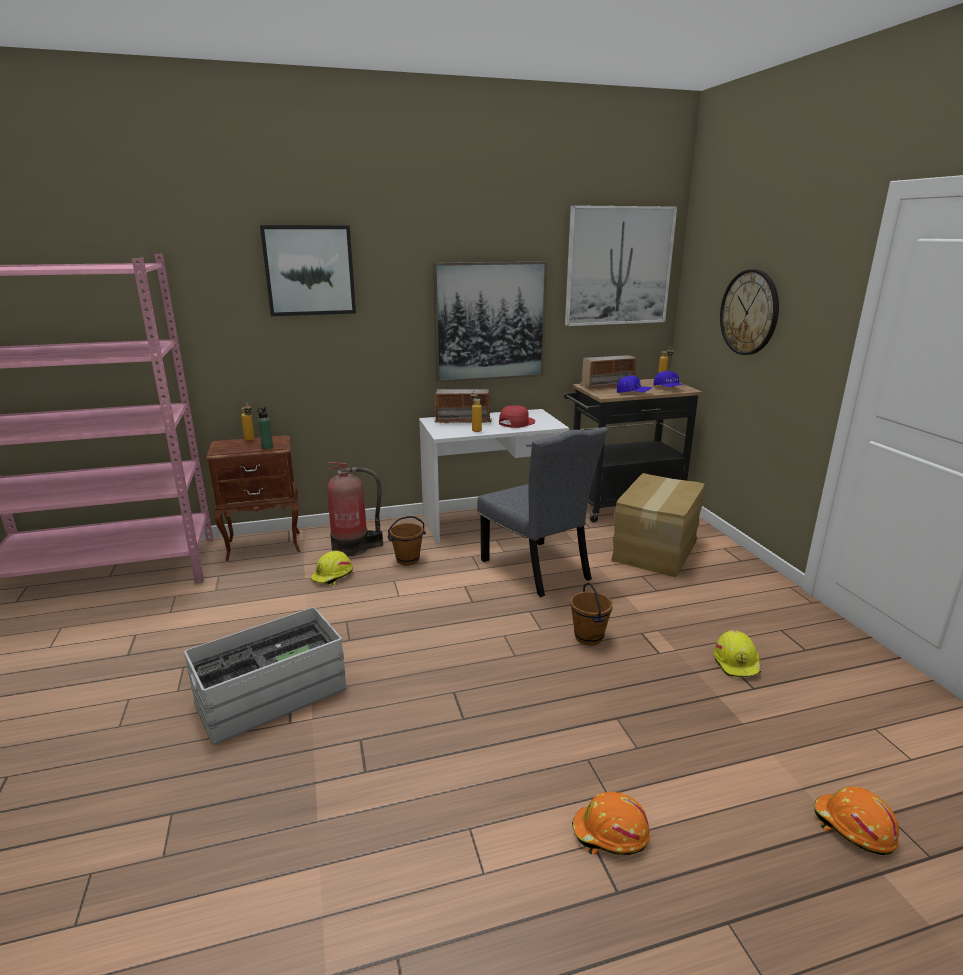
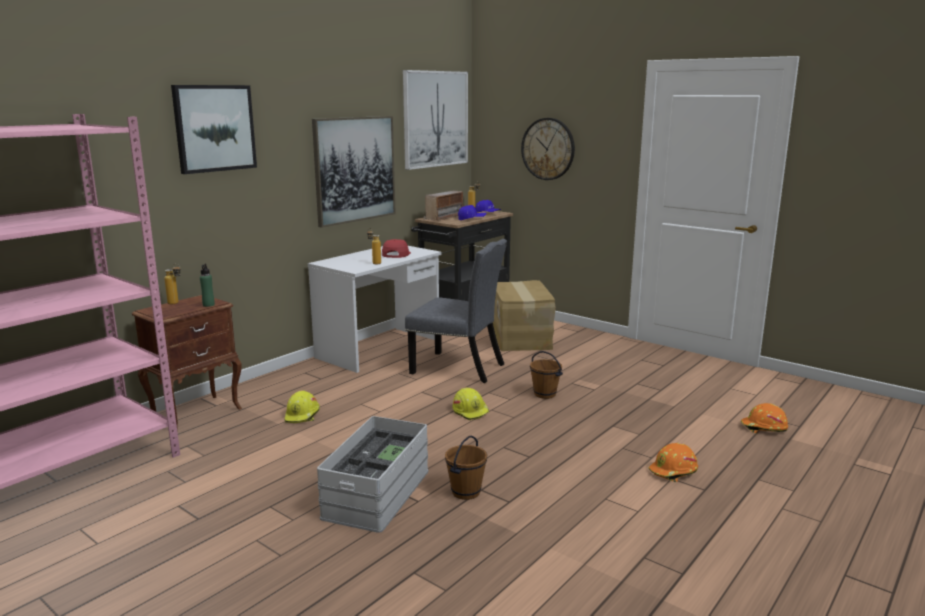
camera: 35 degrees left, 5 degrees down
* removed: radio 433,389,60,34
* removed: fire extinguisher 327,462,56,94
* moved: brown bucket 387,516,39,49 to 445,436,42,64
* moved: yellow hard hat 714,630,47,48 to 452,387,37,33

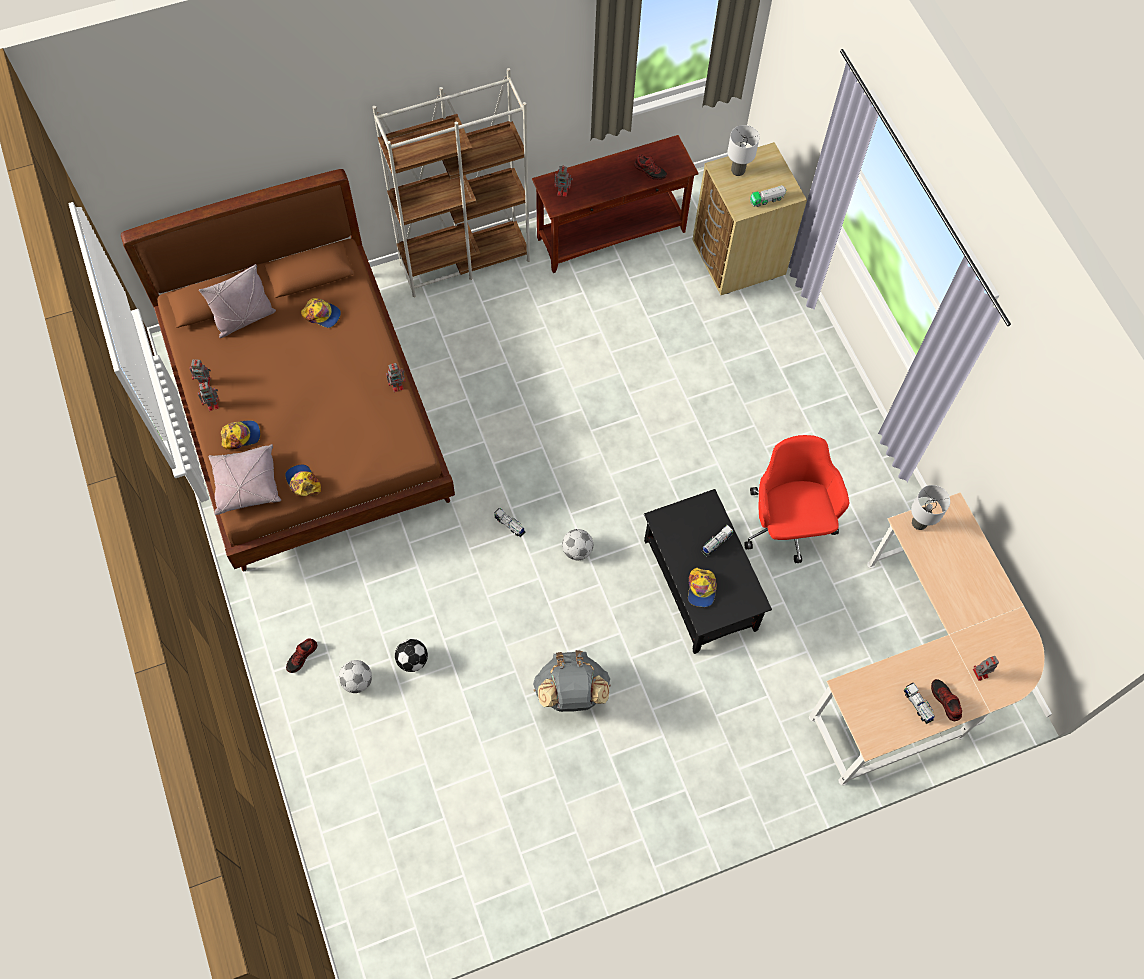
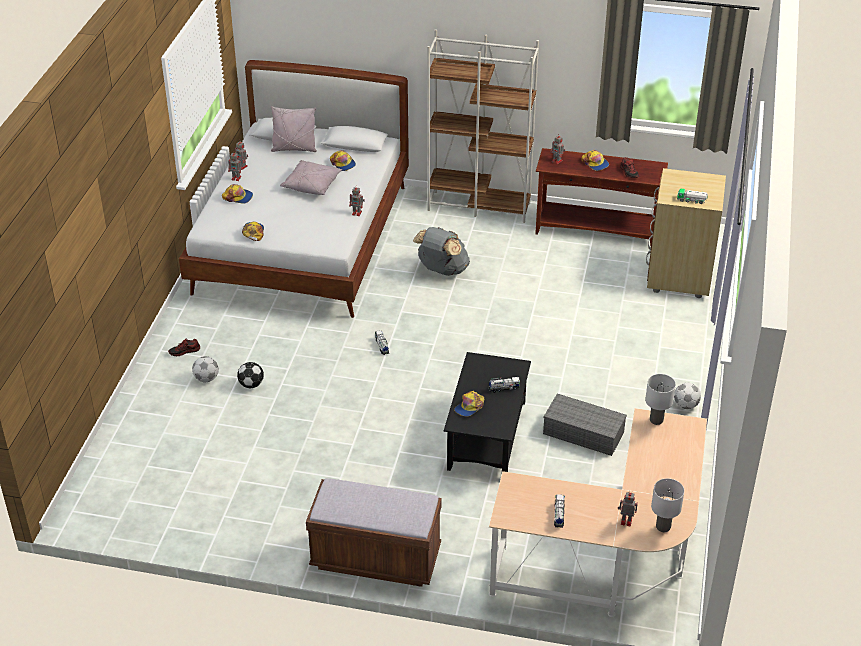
camera: 35 degrees right, 25 degrees down
* moved: white table lamp 727,125,33,51 to 651,478,33,54
* recoloured: brown bed 121,169,334,402 to white bed 179,60,230,258
* replaced: red office chair 744,435,105,128 to grey storage box 543,394,84,62
* moved: purple pillow 209,444,72,71 to 280,160,62,35
* moved: football 562,529,31,31 to 674,383,27,26
* moved: grey backpack 533,650,77,62 to 413,227,57,49
* removed: shoe 931,679,31,42
* added: cap 581,150,28,21
* added: brown bench 306,478,136,109

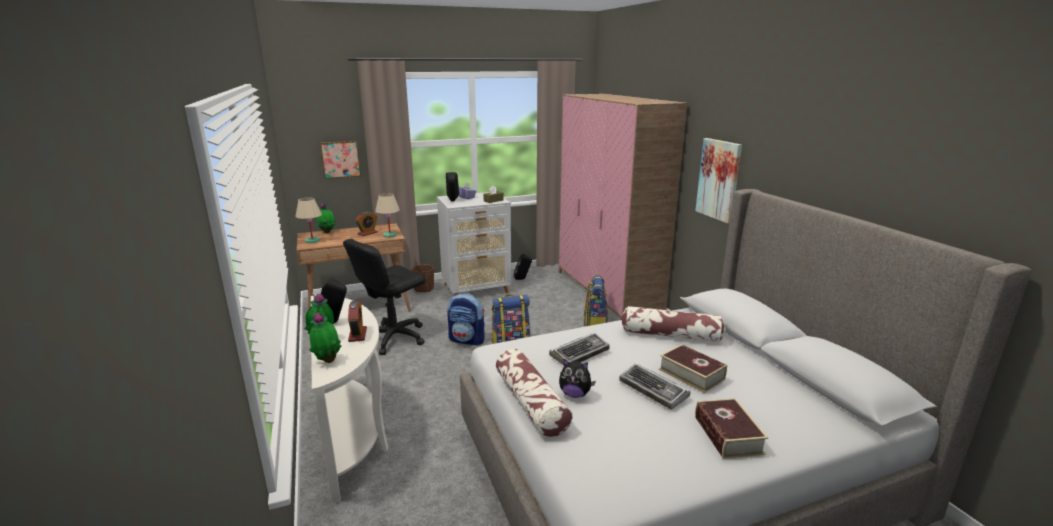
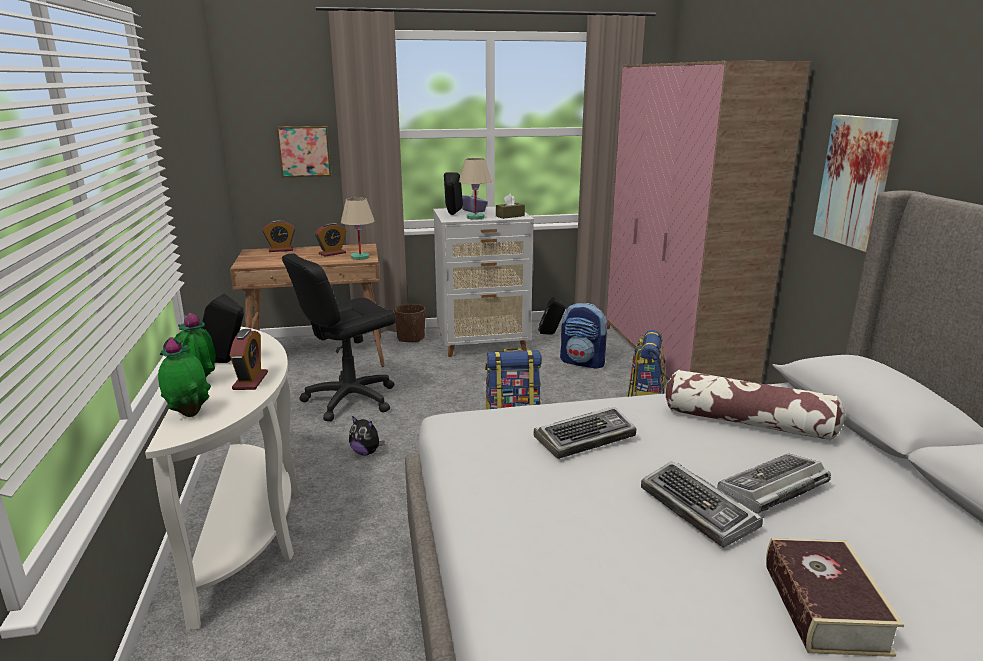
camera: 10 degrees right, 0 degrees up
* moved: beige table lamp 295,197,27,46 to 459,158,33,62
* replaced: potted plant 317,203,19,30 to alarm clock 263,220,32,32
* moved: backpack 447,293,38,53 to 560,303,49,66
* replaced: book 659,344,68,49 to keyboard 717,454,114,60
* removed: pillow 496,349,77,88
* moved: plush toy 559,359,37,39 to 349,416,36,39

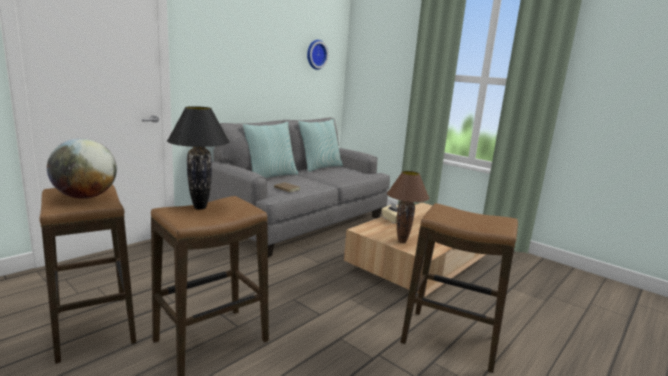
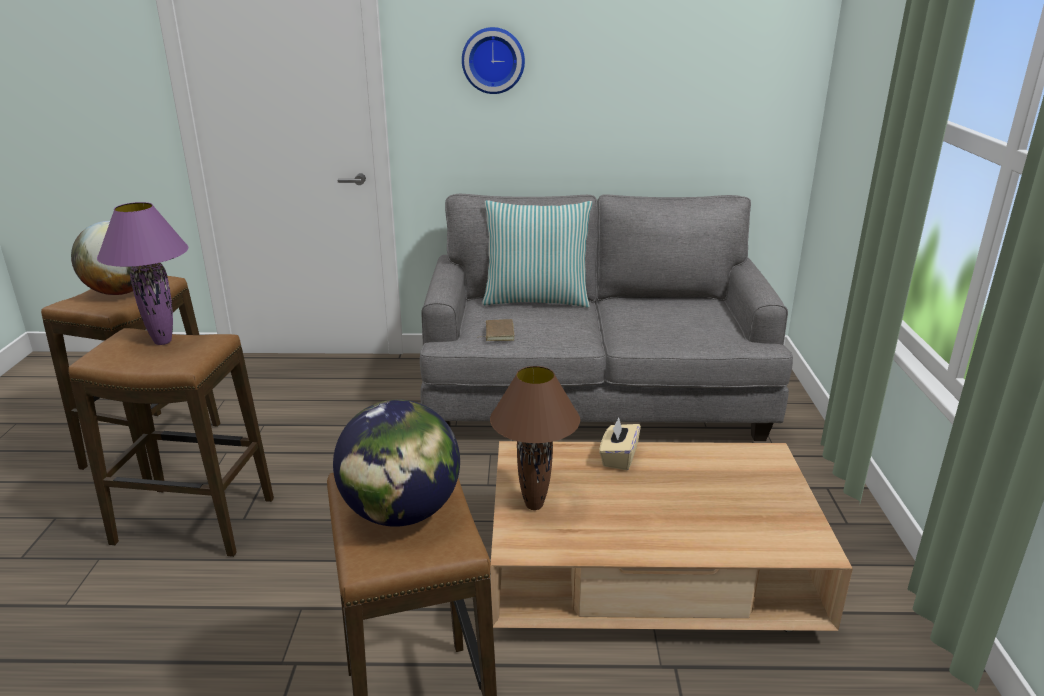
camera: 50 degrees right, 10 degrees up
* moved: wall clock 307,40,21,30 to 462,27,63,67
* recoloured: black table lamp 167,106,63,104 to purple table lamp 97,202,91,143
* removed: pillow 298,119,45,53
* added: globe 333,399,127,128

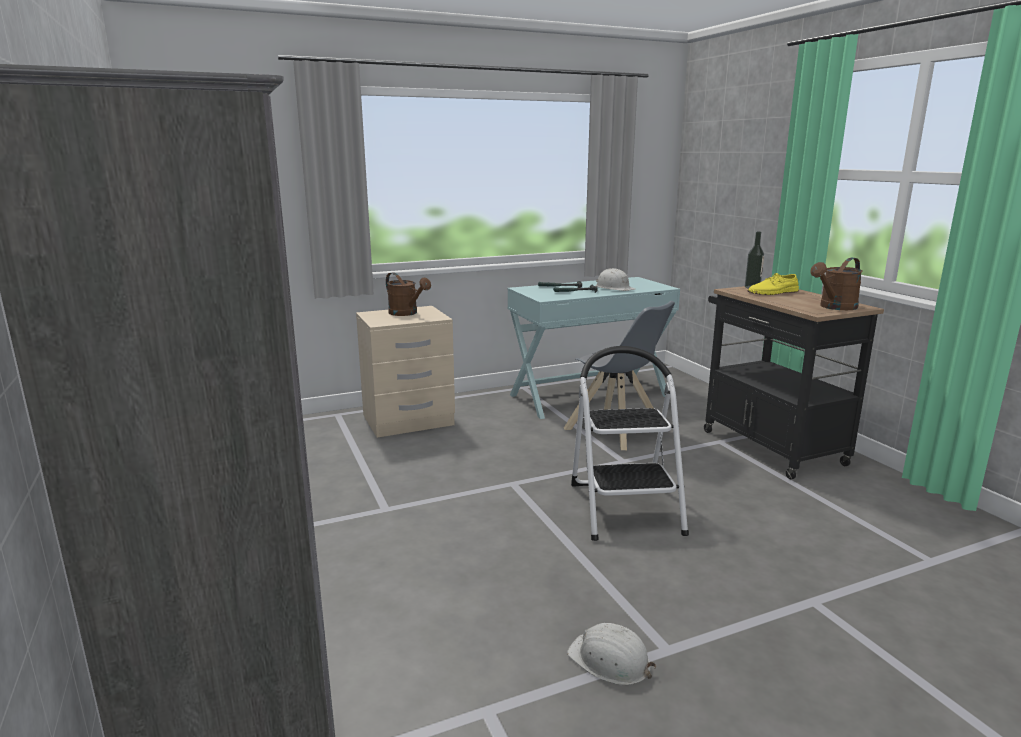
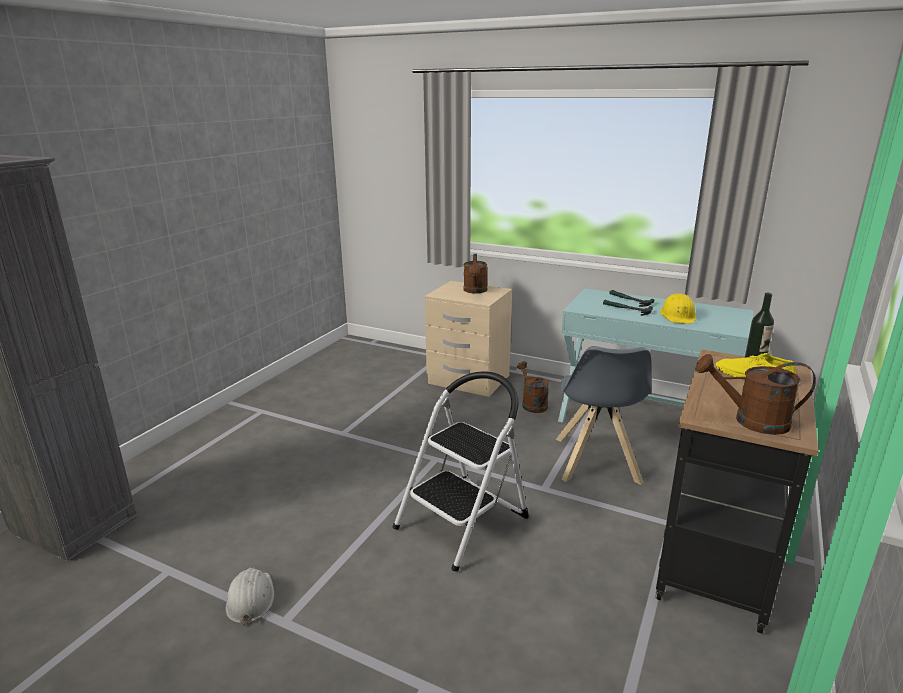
camera: 50 degrees right, 5 degrees up
* recoloured: white hard hat 596,268,39,23 to yellow hard hat 660,293,36,31
* added: brown watering can 517,362,32,51

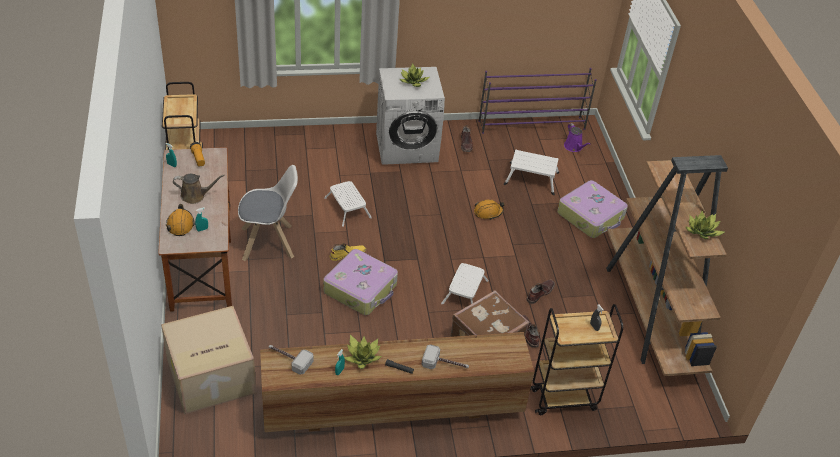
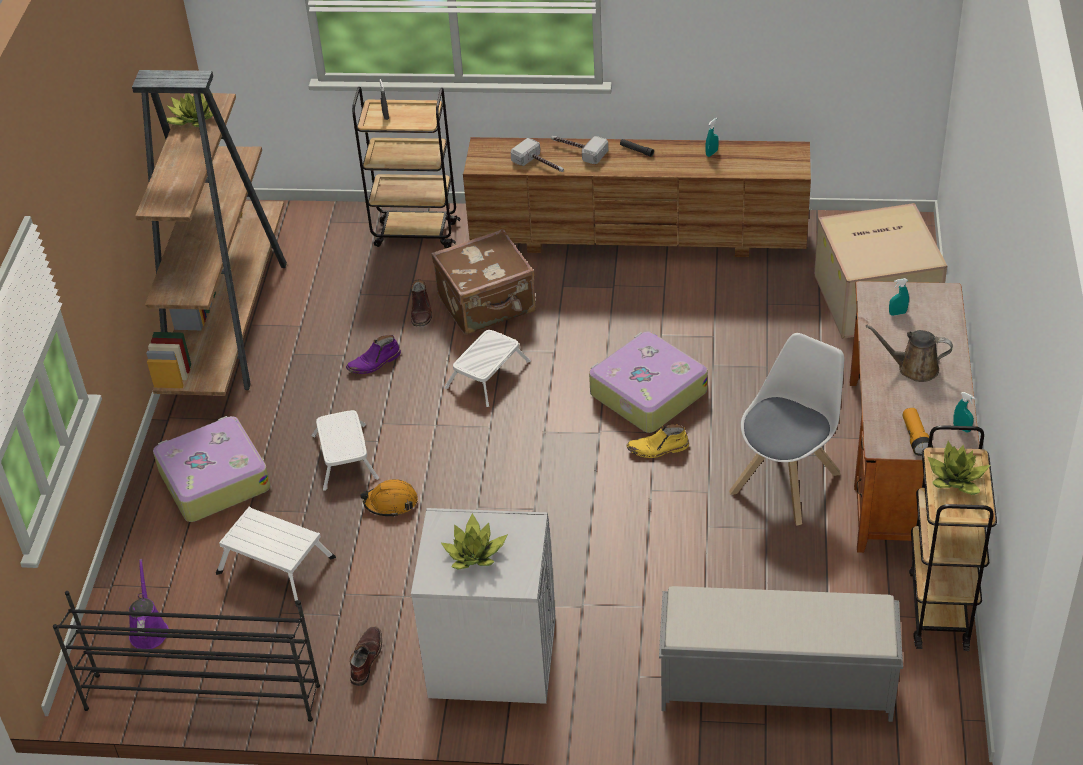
camera: 160 degrees left, 0 degrees up
* recoloured: purple shoe rack 478,68,119,66 to black shoe rack 53,591,267,131
* turned: chair 238,165,60,96 = 729,333,115,193 120 degrees clockwise
* moved: white step ladder 324,181,48,46 to 312,410,67,81
* removed: orange hard hat 166,204,29,32
* recoloured: brown boot 526,280,29,24 to purple boot 346,335,55,39
* moved: potted plant 344,335,38,34 to 928,441,62,54
* moved: hammer 269,345,45,30 to 511,138,53,34
* added: grey bench 659,586,244,136

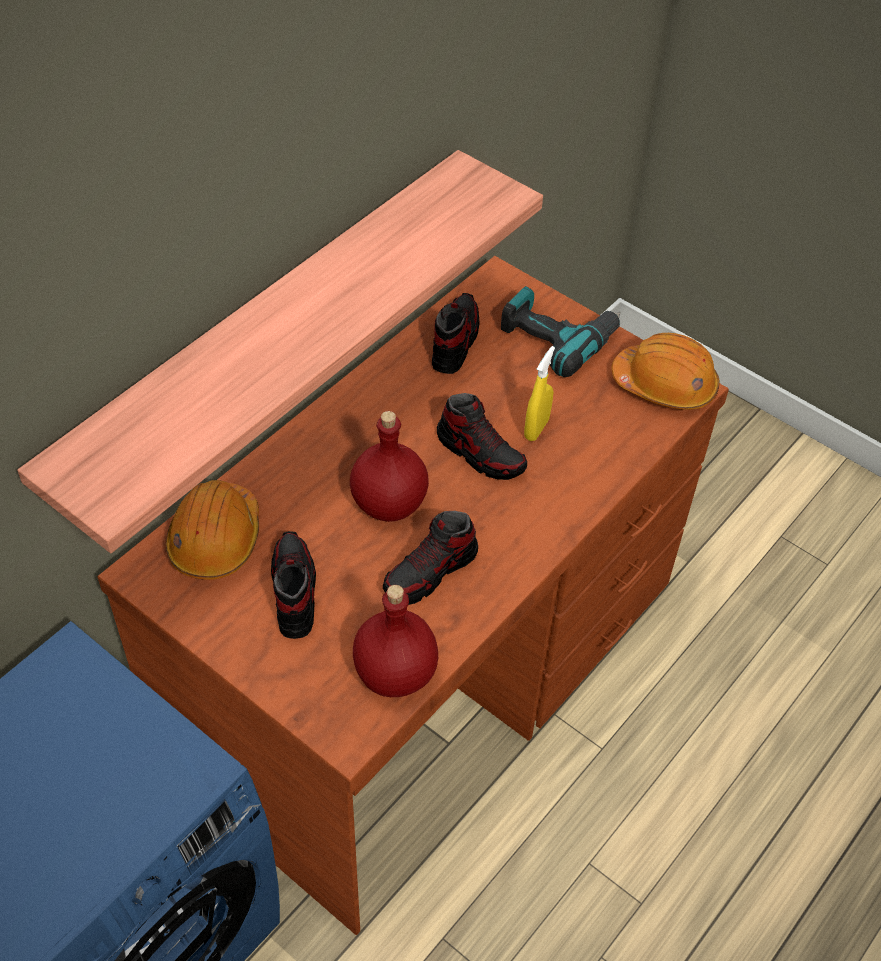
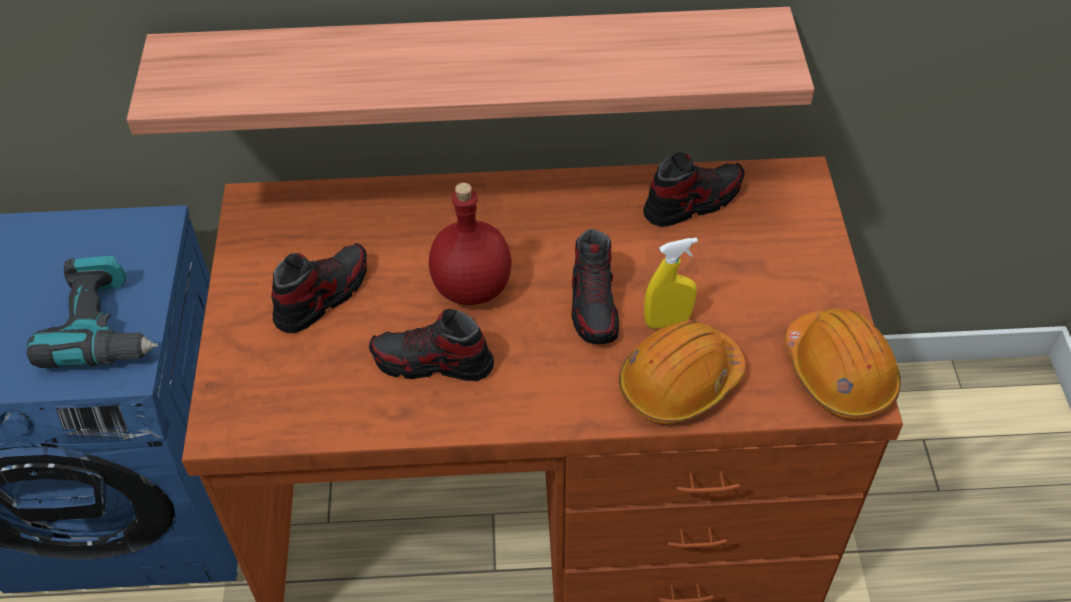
camera: 50 degrees right, 0 degrees up
* moved: power drill 501,286,120,91 to 26,256,132,112
* moved: orange hard hat 166,480,93,100 to 619,321,127,103
* removed: red bottle 353,585,85,112

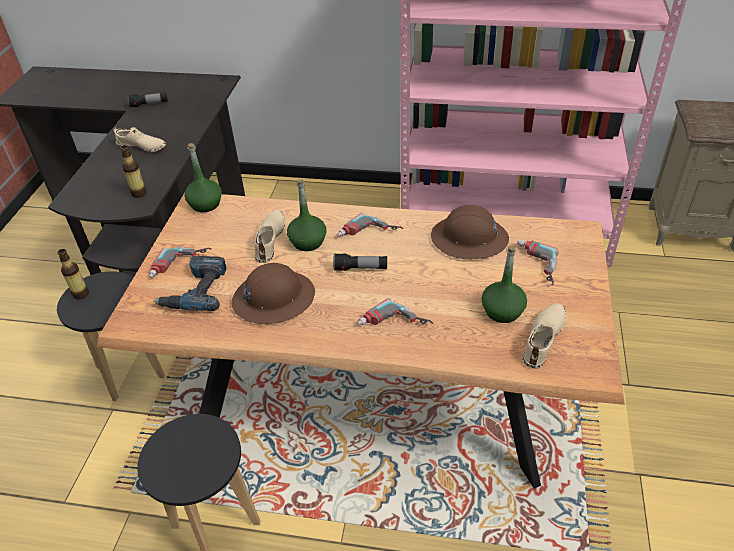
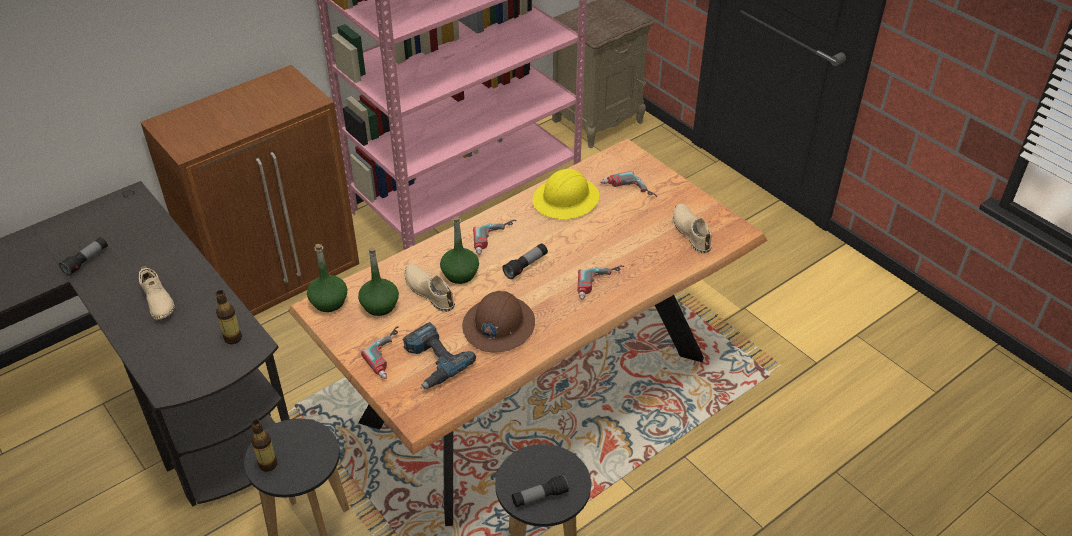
camera: 50 degrees left, 0 degrees up
* turned: beige shoe 113,127,53,25 = 139,265,36,55 90 degrees clockwise
* recoloured: brown hard hat 431,205,78,54 to yellow hard hat 532,169,67,50
* moved: green bottle 481,245,46,78 to 358,247,41,69
* added: brown cabinet 140,65,220,251
* added: flashlight 512,474,57,34

